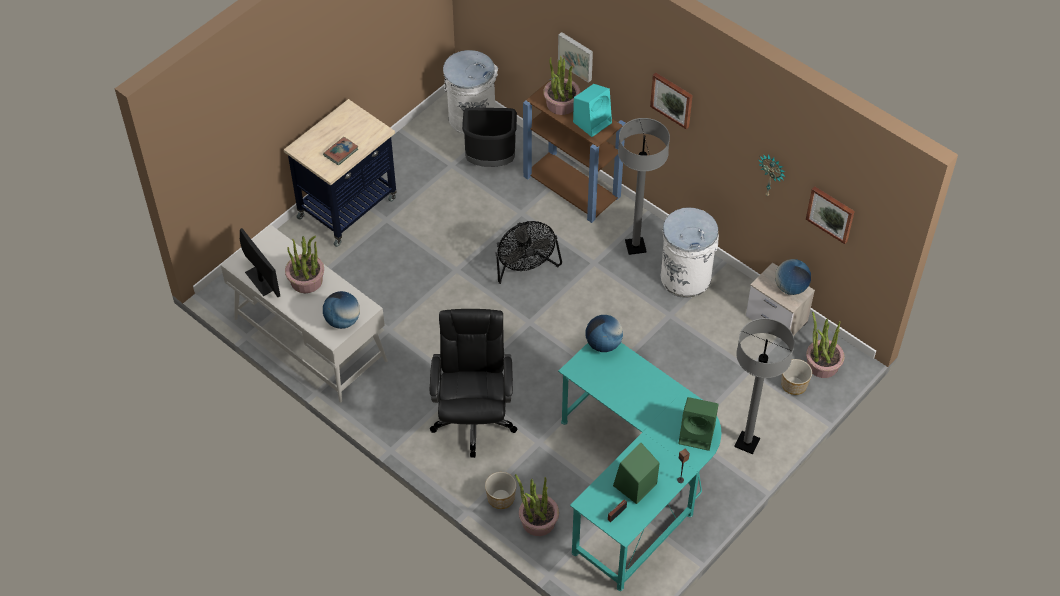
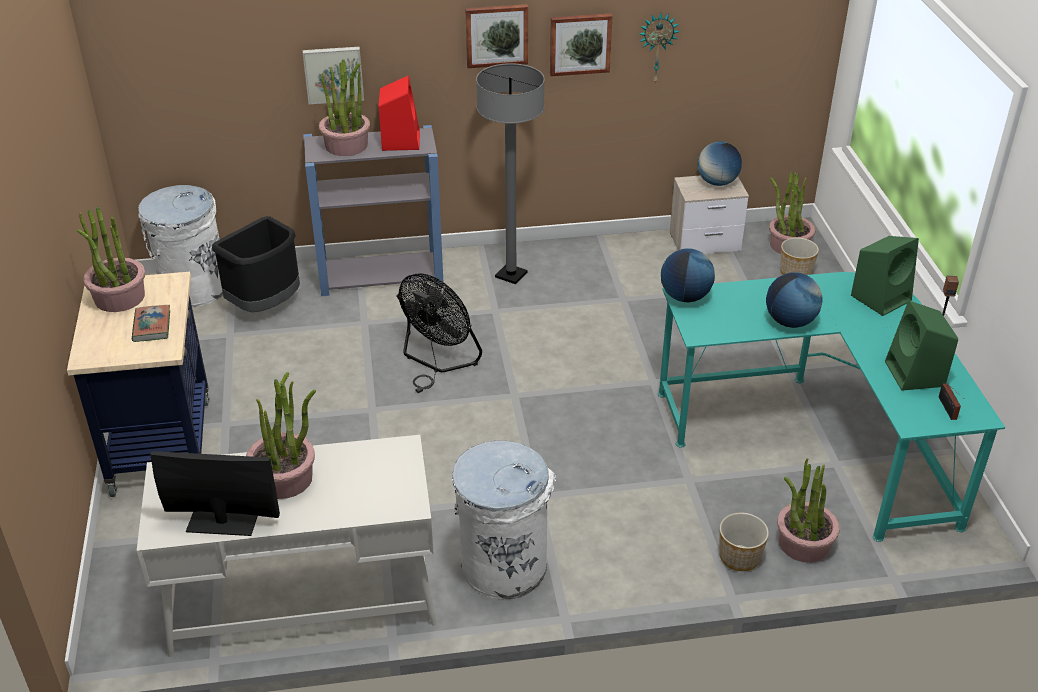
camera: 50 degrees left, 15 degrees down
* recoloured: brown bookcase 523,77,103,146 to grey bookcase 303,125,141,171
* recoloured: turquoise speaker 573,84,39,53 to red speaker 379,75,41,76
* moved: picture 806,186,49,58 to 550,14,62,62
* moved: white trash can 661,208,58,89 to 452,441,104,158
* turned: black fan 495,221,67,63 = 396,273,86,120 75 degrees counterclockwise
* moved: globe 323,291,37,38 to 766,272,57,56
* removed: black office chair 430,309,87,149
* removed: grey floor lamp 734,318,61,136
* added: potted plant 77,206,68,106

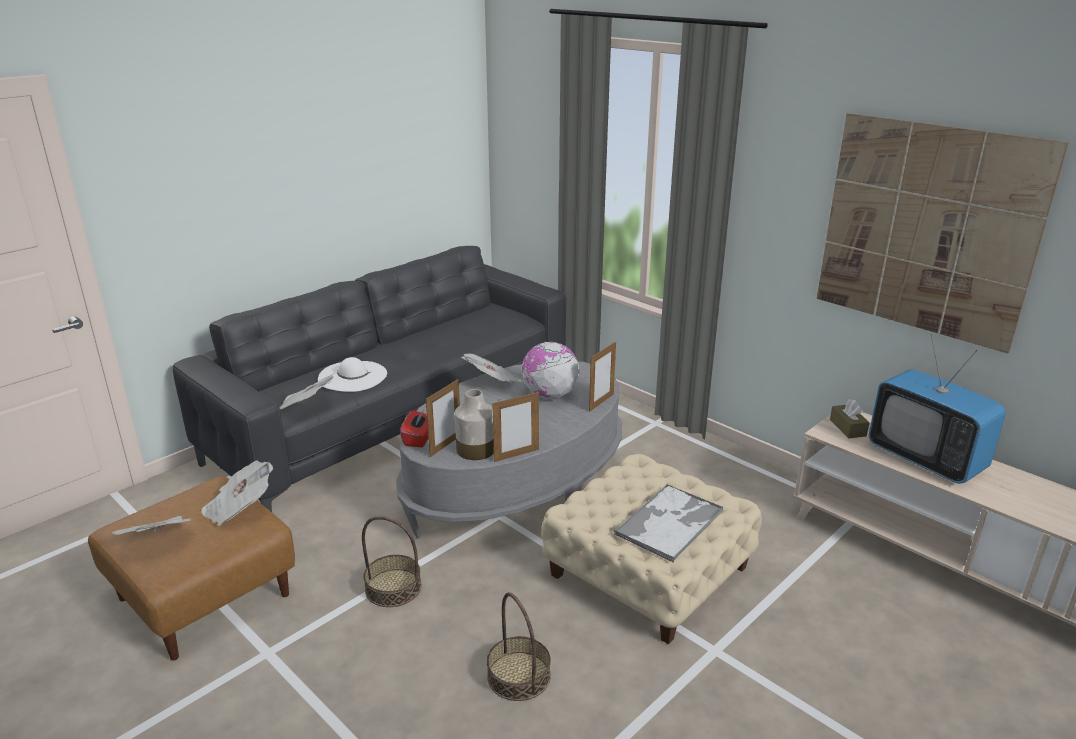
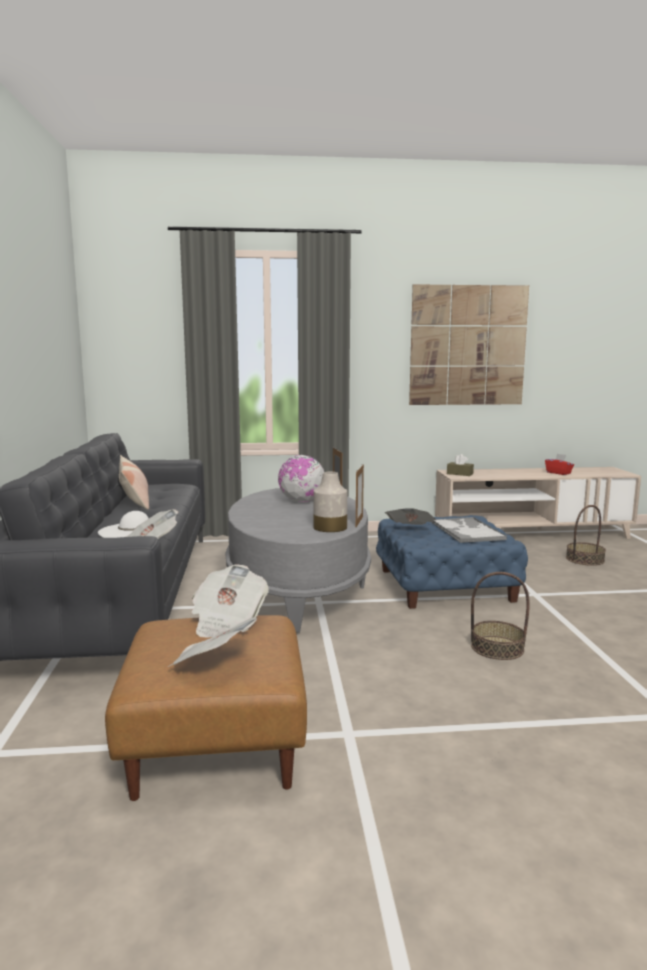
camera: 50 degrees left, 15 degrees down
* removed: television 868,334,138,150
* moved: newspaper 461,354,61,29 to 385,508,50,17
* removed: picture frame 426,379,34,78
* moved: red tissue box 400,410,28,37 to 545,454,29,21
* recoloured: beige ottoman 541,454,221,190 to blue ottoman 376,515,152,94
* moved: basket 362,516,59,91 to 566,505,40,61
* added: pillow 119,455,30,55

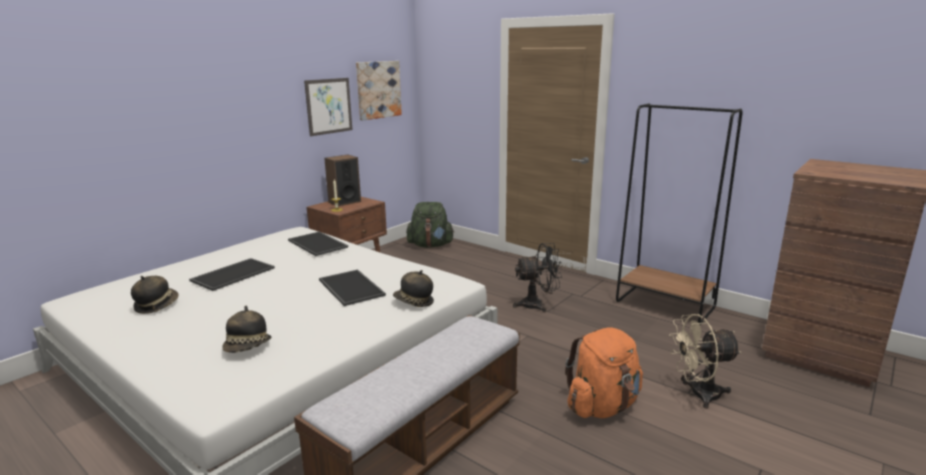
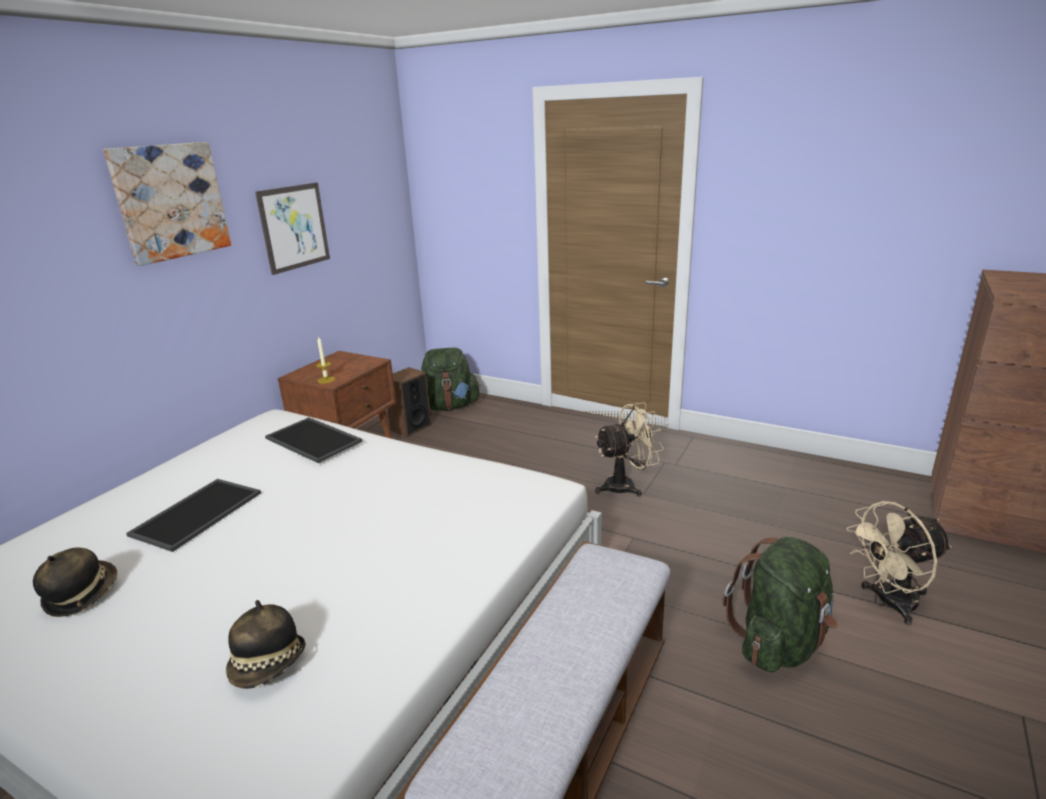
camera: 10 degrees left, 5 degrees up
* moved: picture 356,61,46,59 to 103,142,128,124
* removed: clothes rack 616,104,126,221
* moved: speaker 324,155,37,51 to 388,367,44,70
* recoloured: black fan 513,243,49,69 to beige fan 595,402,69,95
* removed: tray 319,269,67,37
* removed: hat 393,270,41,37
* recoloured: orange backpack 565,327,78,91 to green backpack 722,537,116,135

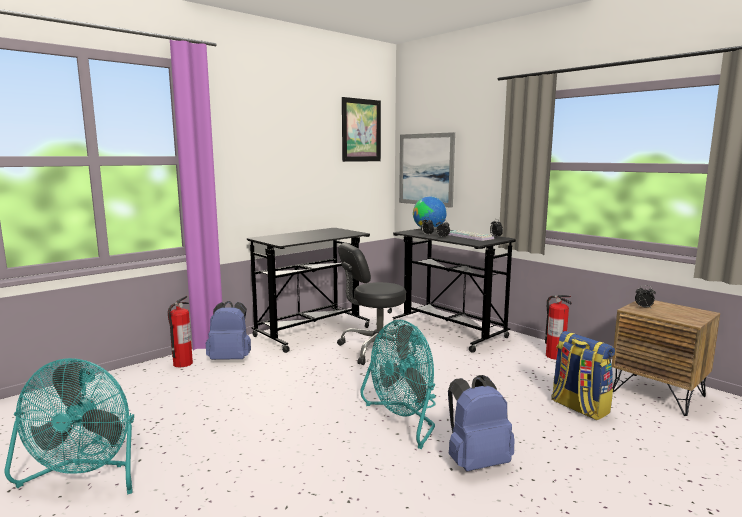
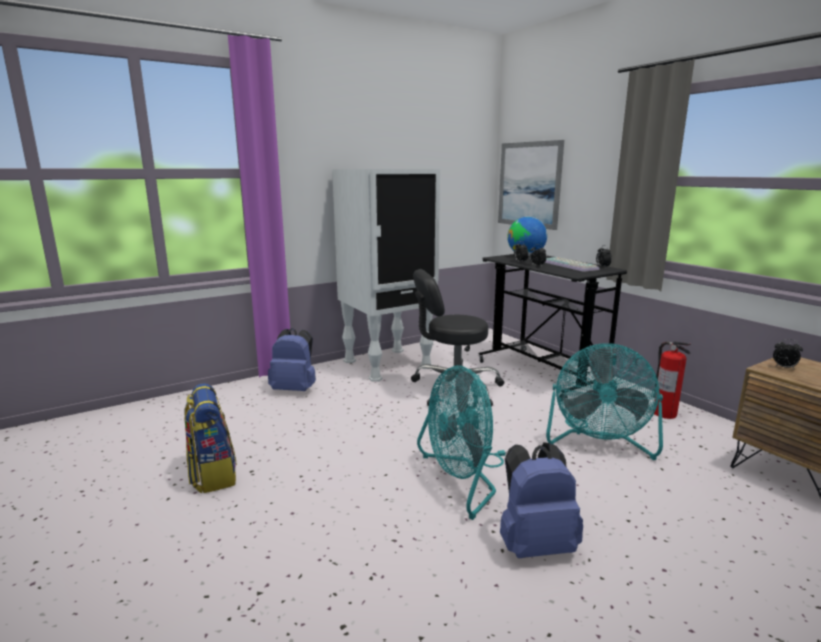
camera: 10 degrees right, 5 degrees up
* removed: picture 342,97,39,65
* replaced: black desk 247,228,123,125 to white cabinet 332,169,108,212
* removed: fire extinguisher 167,296,26,72
* moved: backpack 551,331,64,90 to 184,383,53,111
* moved: turquoise fan 4,358,130,136 to 546,343,117,117

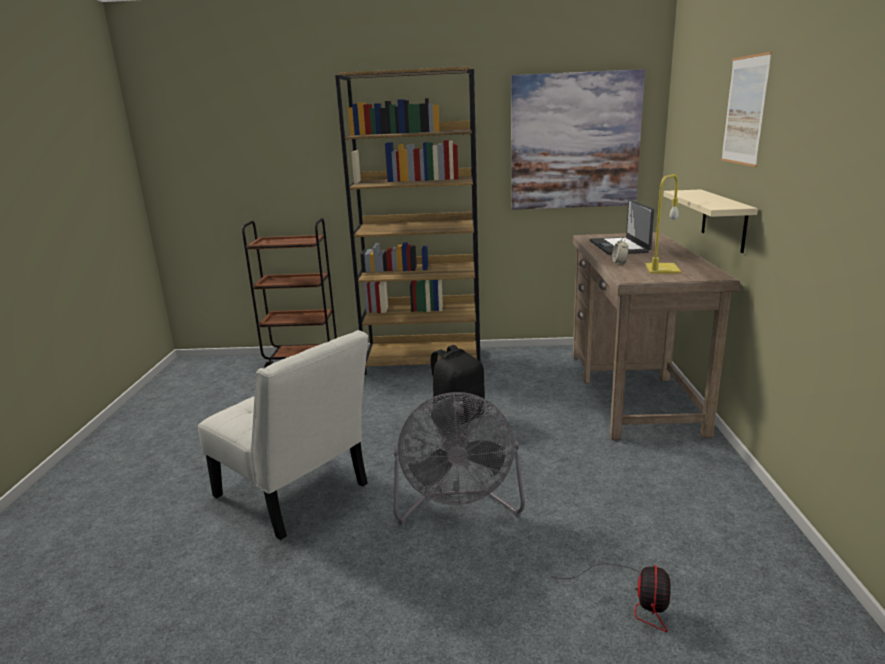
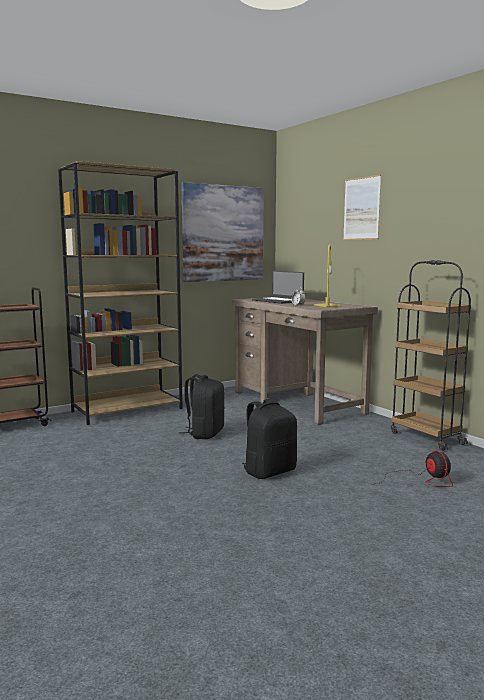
camera: 35 degrees left, 10 degrees down
* removed: beige shelf 663,189,95,64
* removed: white chair 198,330,170,210
* replaced: grey fan 393,392,132,133 to black backpack 242,399,55,80
* added: brown cart 391,260,80,191

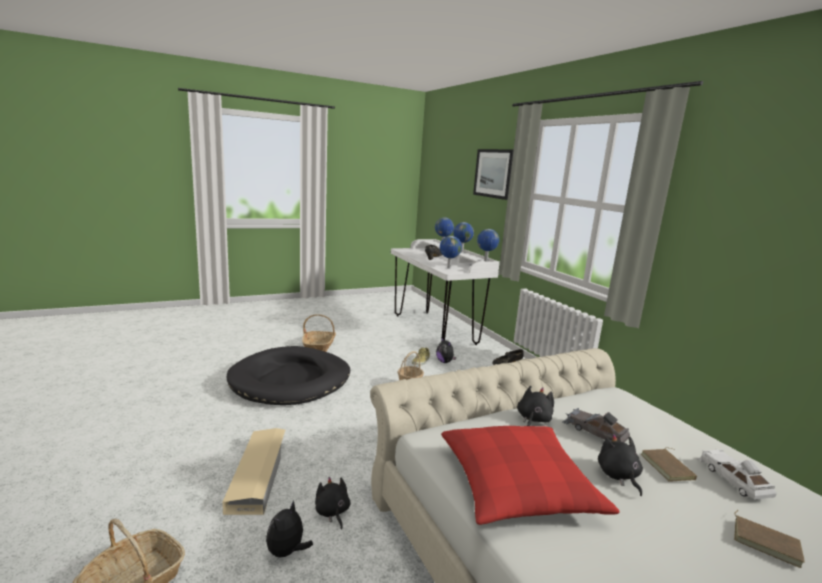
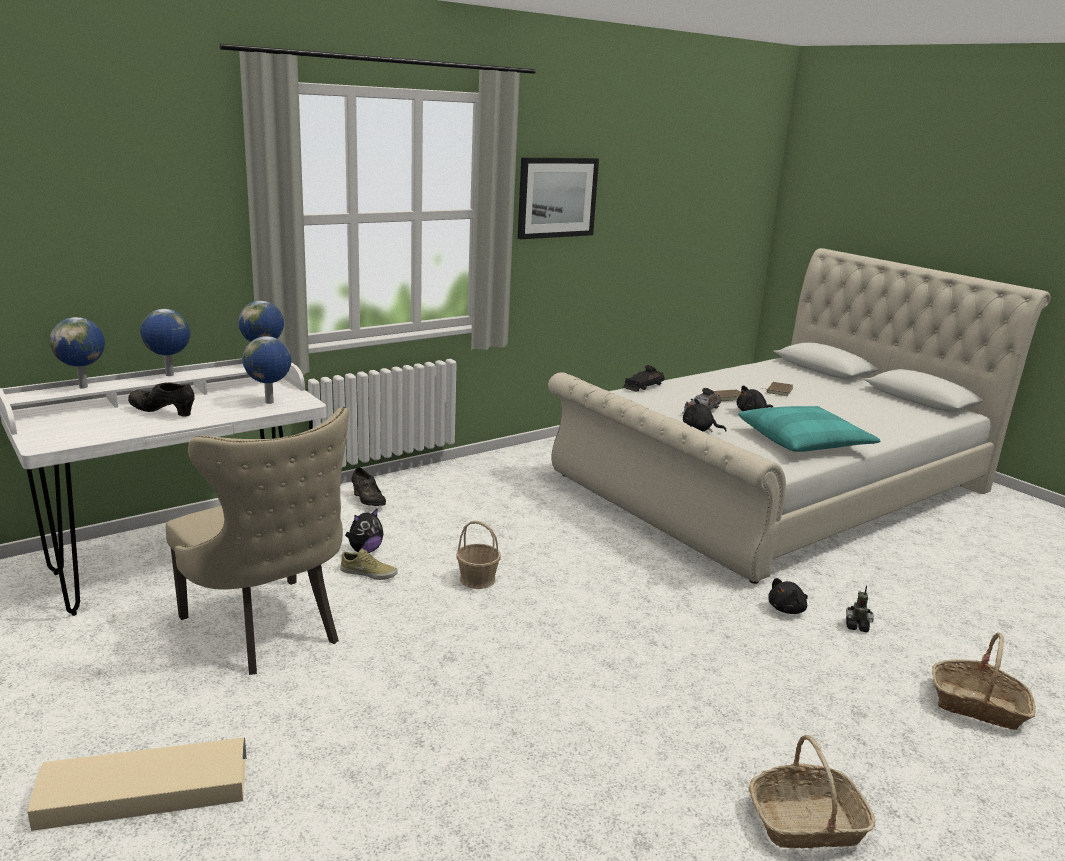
camera: 100 degrees left, 5 degrees up
* moved: picture 473,149,41,51 to 518,158,81,81
* moved: basket 302,314,34,38 to 748,735,128,113
* removed: black dog bed 227,346,123,59
* recoloured: red pillow 441,426,179,99 to turquoise pillow 738,406,143,46
* moved: beige storage box 222,428,63,87 to 27,737,220,95
* removed: white toy car 697,449,80,50
* replaced: plush toy 266,500,47,57 to toy robot 846,586,28,46
* added: black toy car 622,365,43,27
* added: beige chair 166,407,183,268

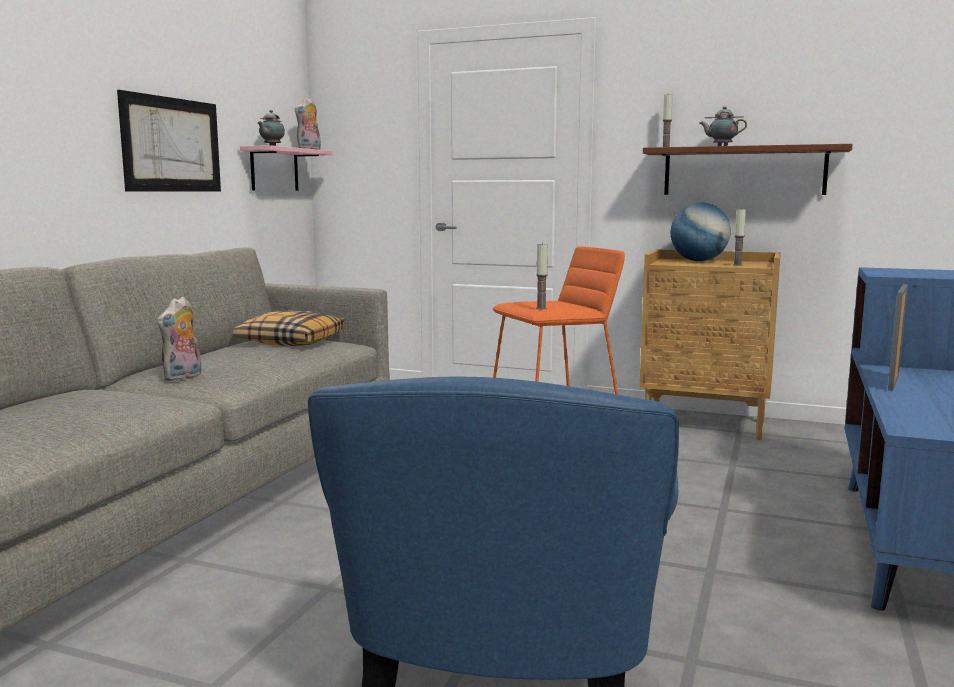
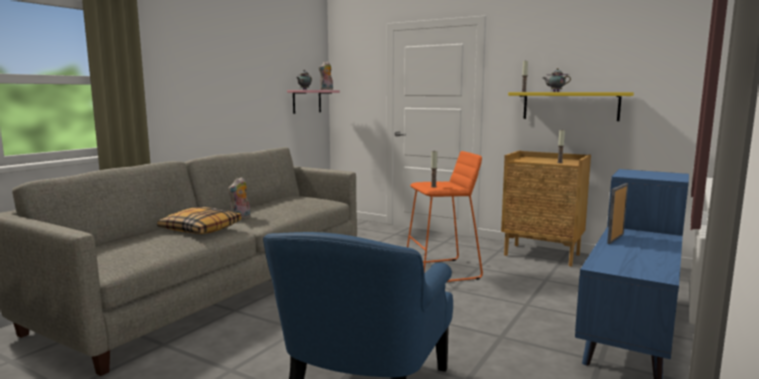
camera: 10 degrees right, 0 degrees up
* removed: picture 117,90,104,101
* recoloured: brown shelf 643,144,210,51 to yellow shelf 508,92,126,29
* removed: globe 671,203,60,58
* moved: pillow 233,310,111,36 to 157,207,84,27

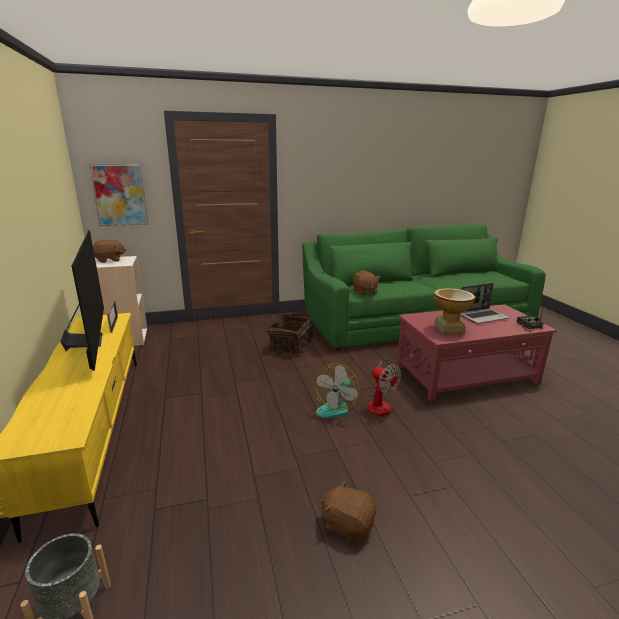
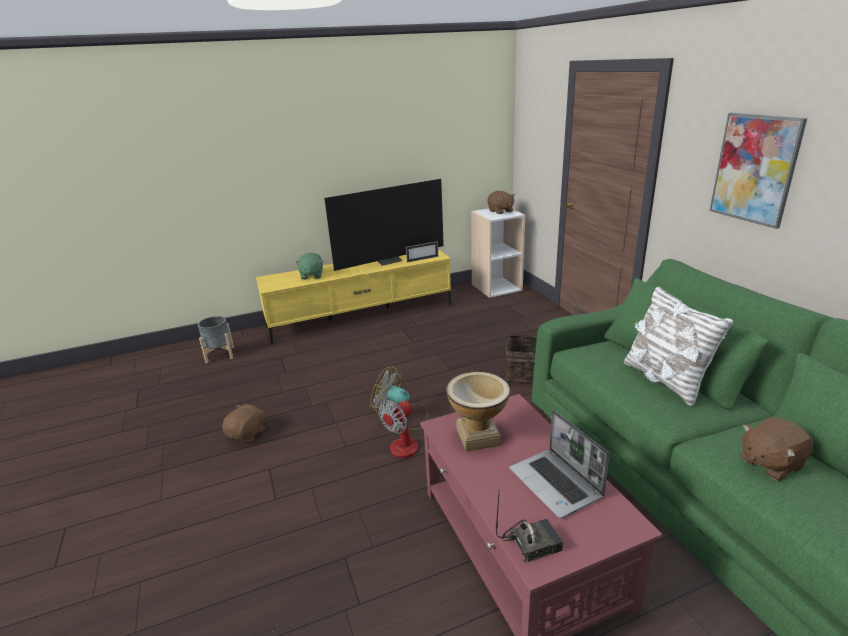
camera: 85 degrees right, 5 degrees up
* moved: picture 89,164,59,62 to 710,113,97,116
* moved: brown plush toy 352,270,28,25 to 740,417,73,64
* added: green plush toy 296,253,27,27
* added: white pillow 624,287,109,119

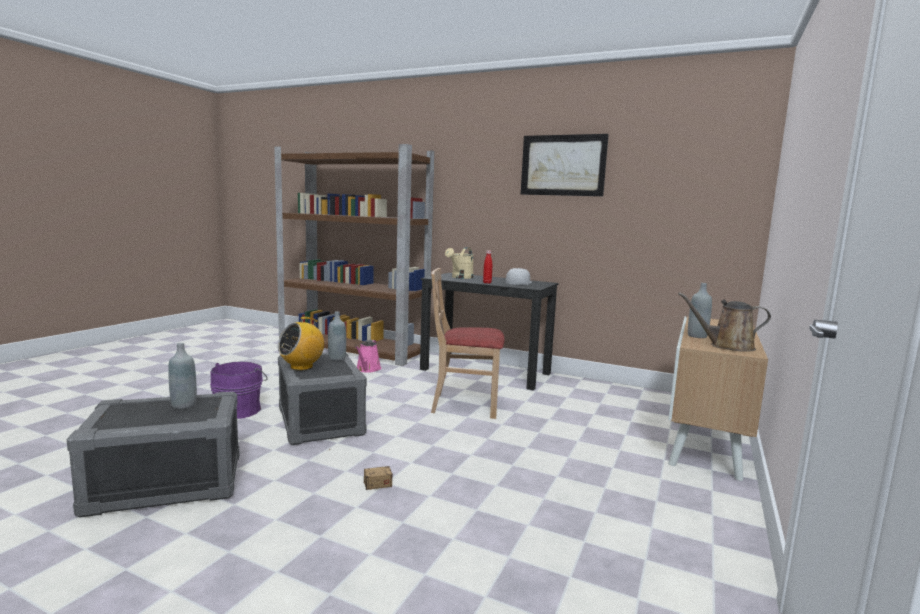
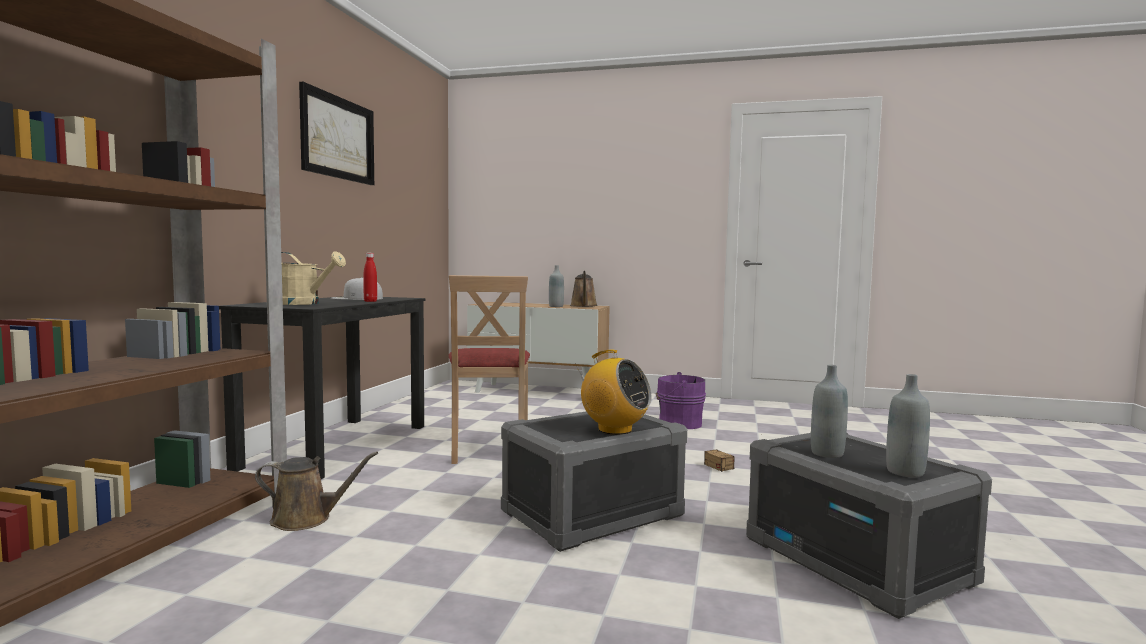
camera: 100 degrees left, 5 degrees down
* moved: grey bottle 328,311,18,50 to 886,374,44,104
* recoloured: pink watering can 355,340,26,33 to brown watering can 255,452,123,79
* moved: purple bucket 210,361,58,58 to 656,372,50,57

